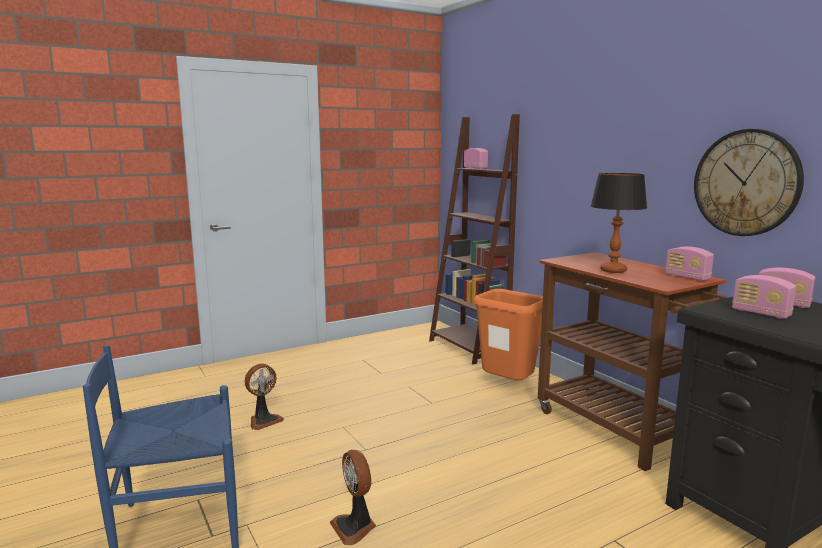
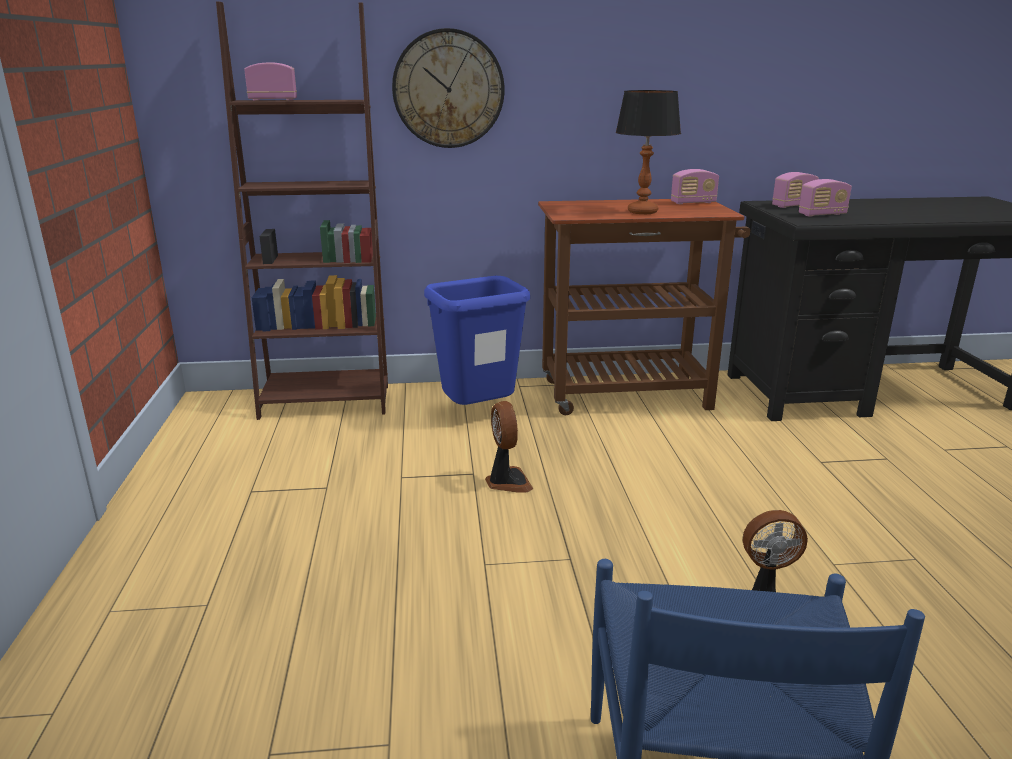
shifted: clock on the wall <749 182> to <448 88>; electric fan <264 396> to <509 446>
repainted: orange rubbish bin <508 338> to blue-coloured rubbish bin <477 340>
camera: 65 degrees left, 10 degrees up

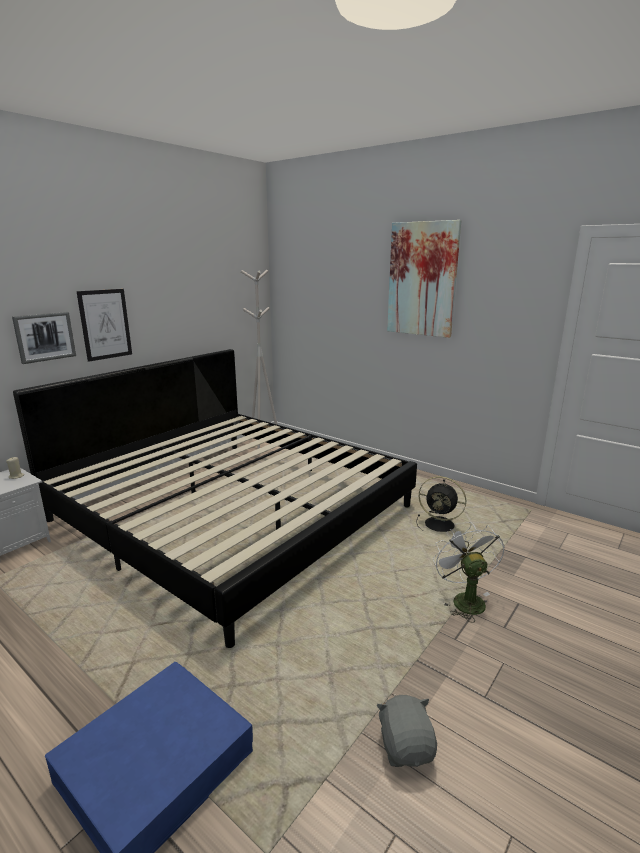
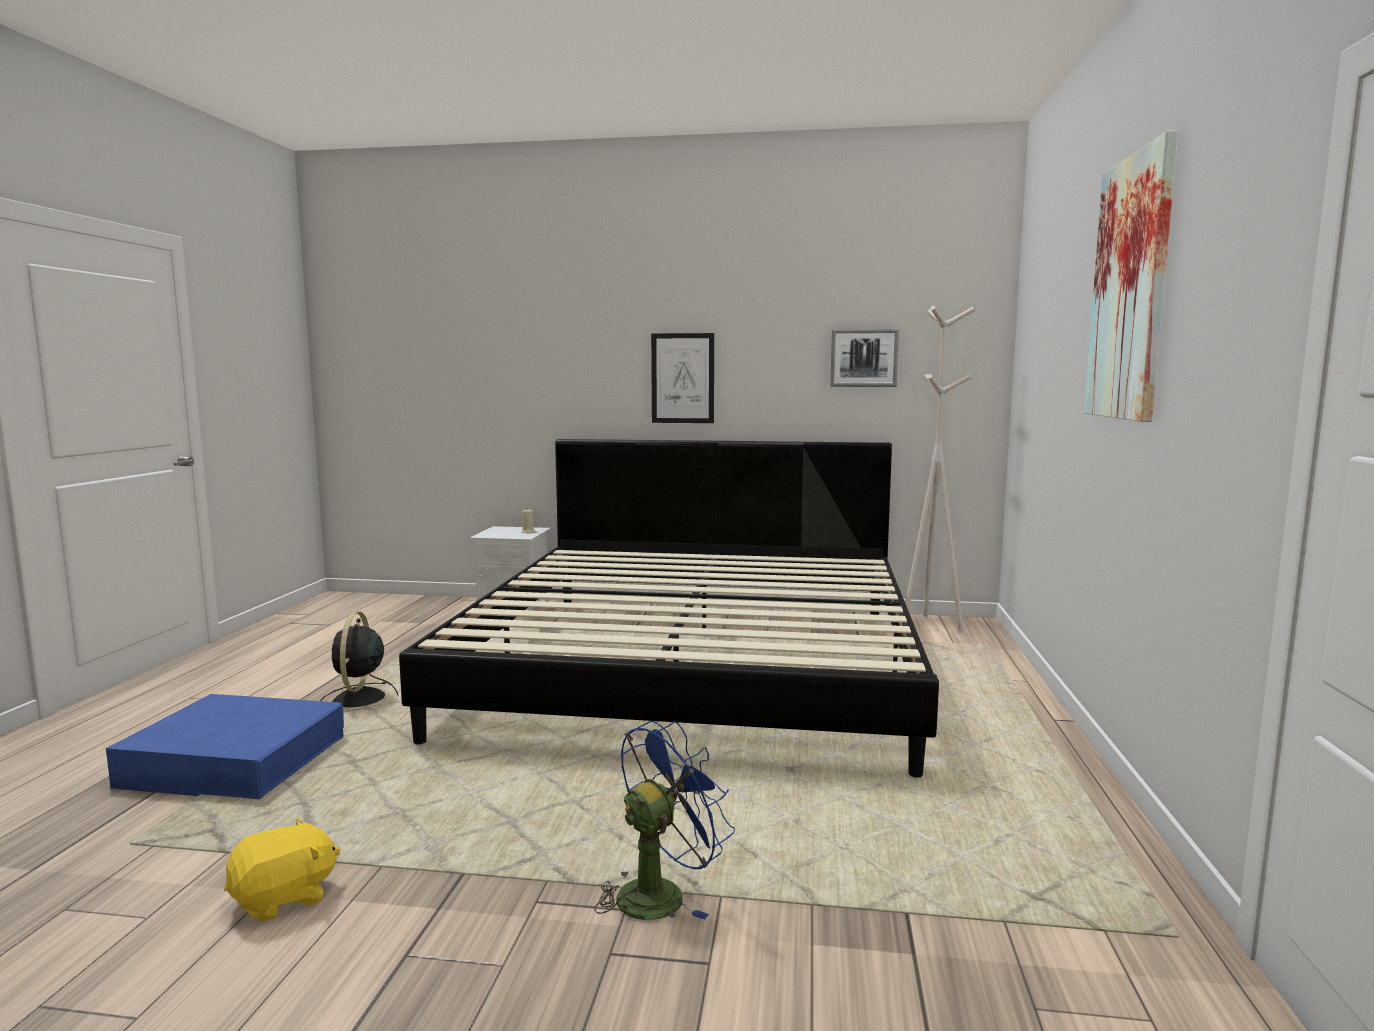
shifted: black electric fan <441 504> to <359 659>; wall art <44 338> to <864 358>
repainted: grey cuddly toy <406 731> to yellowish cuddly toy <282 870>; white electric fan <468 572> to blue-coloured electric fan <664 820>
camera: 60 degrees right, 10 degrees down

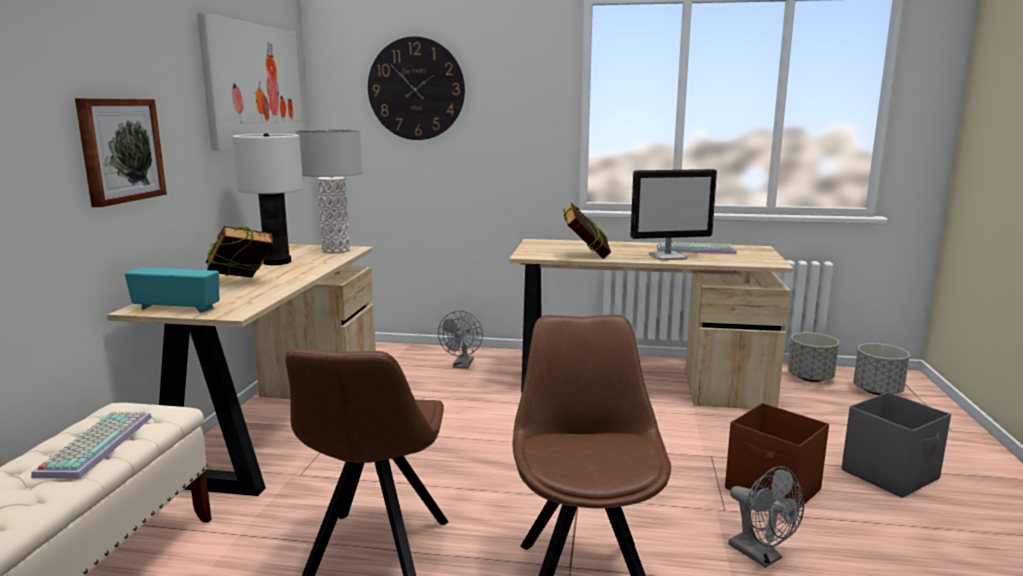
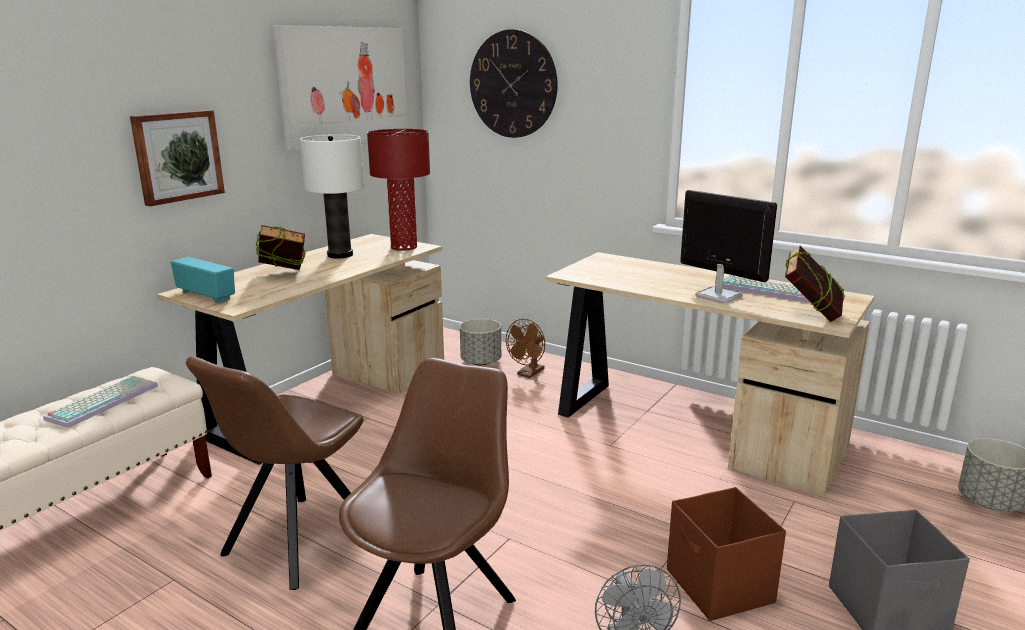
shifted: grey flower pot <813 357> to <480 342>; book <587 231> to <815 284>
repainted: white table lamp <329 191> to red table lamp <398 190>; grey electric fan <460 340> to brown electric fan <525 348>
rotated: monitor <673 214> = <728 246> 150 degrees counterclockwise
camera: 25 degrees right, 5 degrees up

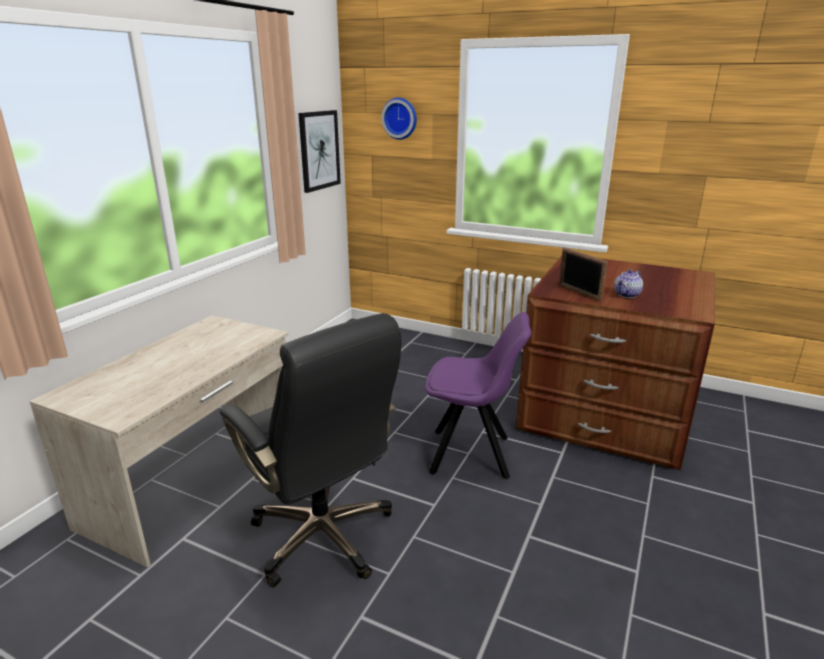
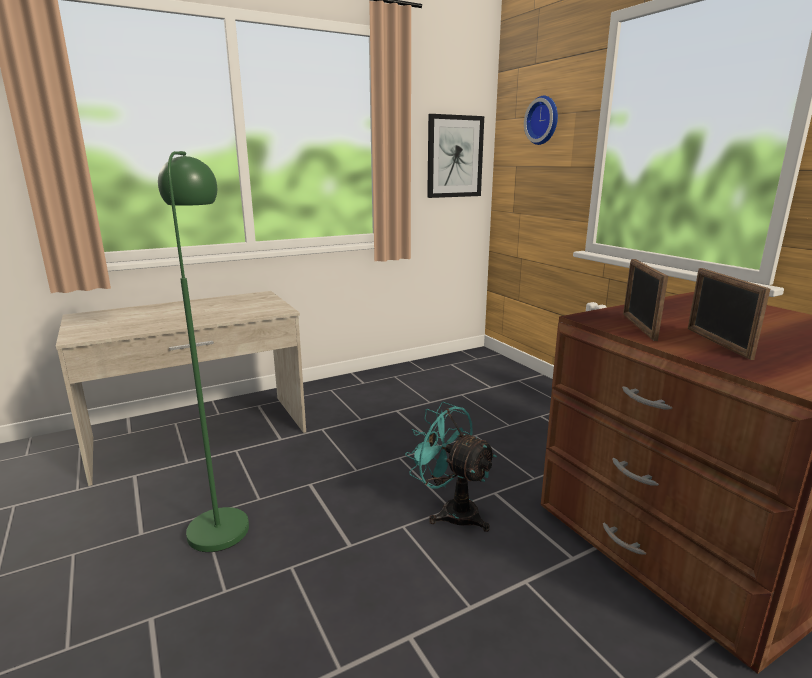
swapped: black office chair <311 450> to green standing lamp <203 351>; purplish upright chair <478 395> to blue-green electric fan <451 467>; teapot <628 284> to standing frame <729 314>
camera: 35 degrees right, 5 degrees down

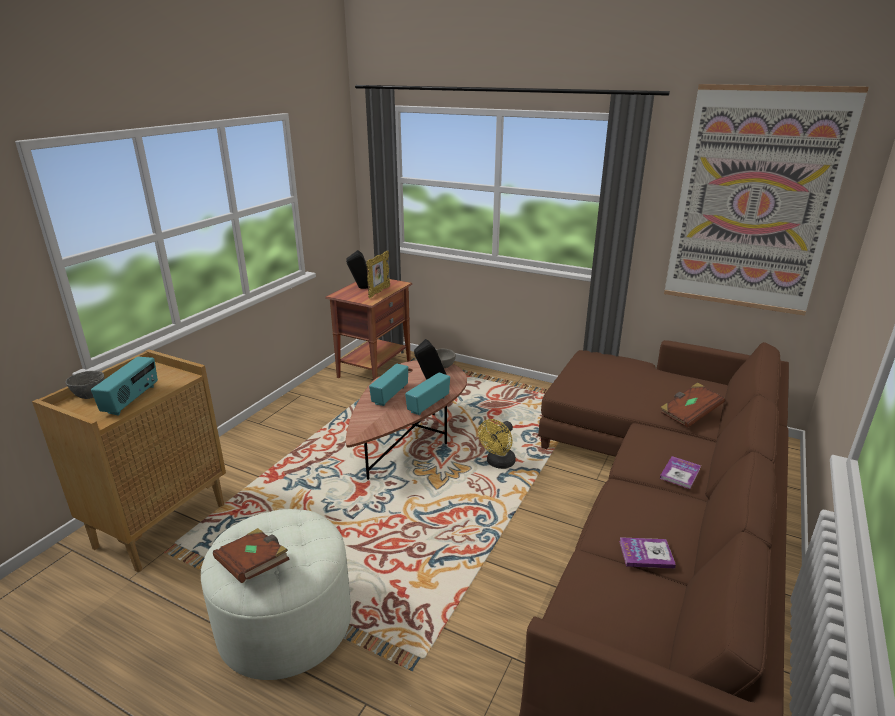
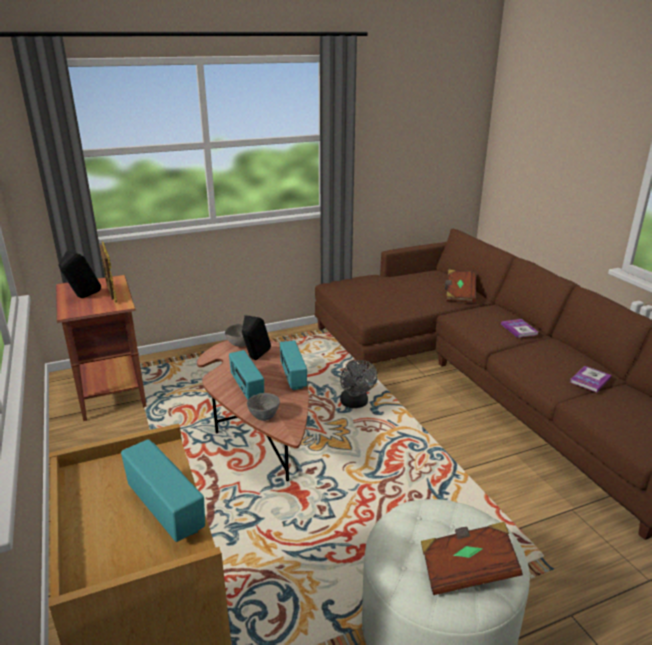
gone: wall art <766 200>
shifted: grey serving bowl <85 385> to <263 407>
repainted: yellowish electric fan <497 444> to grey electric fan <358 384>
camera: 50 degrees left, 0 degrees up

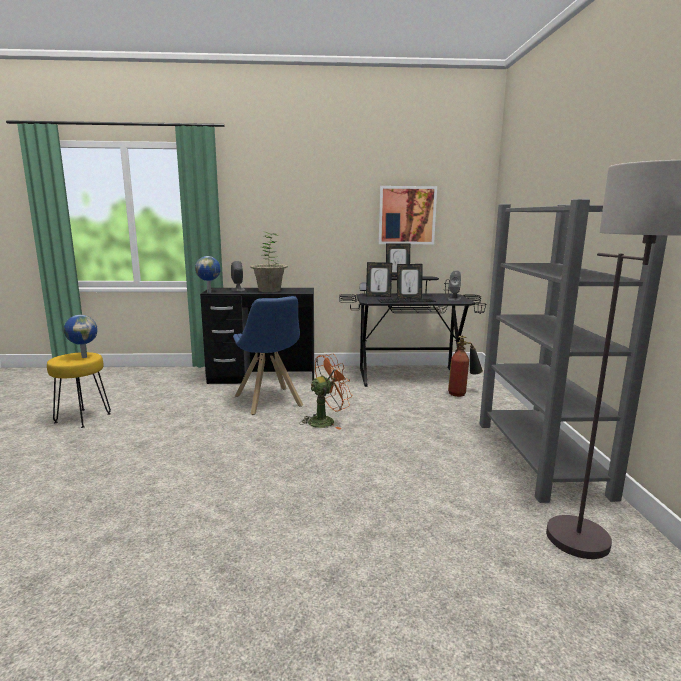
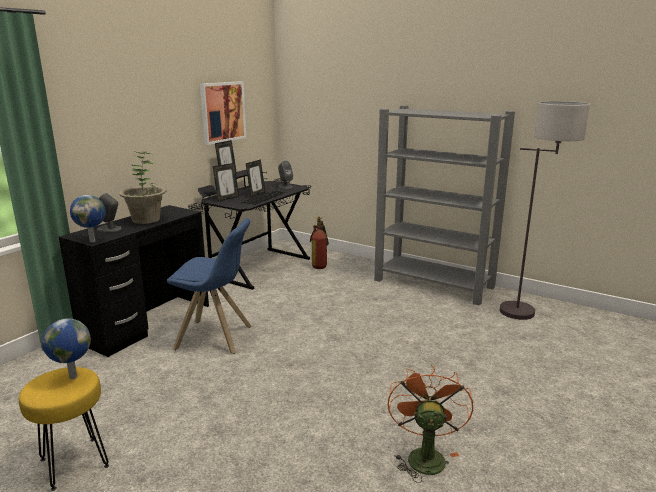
shifted: orange electric fan <325 392> to <430 424>
camera: 55 degrees left, 5 degrees up

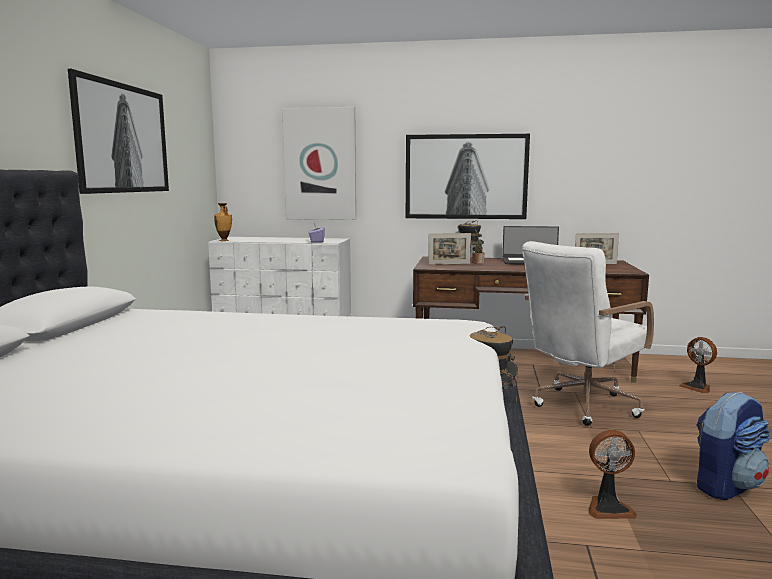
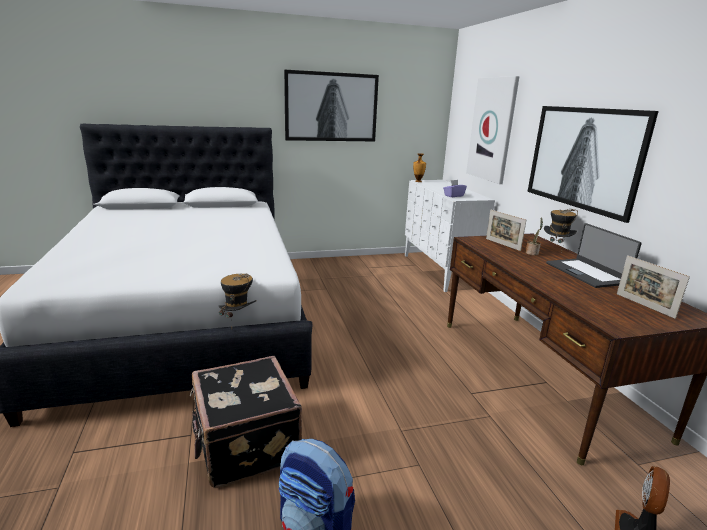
gone: white office chair <588 333>
swapped: electric fan <612 474> to black travel case <246 422>
camera: 65 degrees right, 10 degrees up

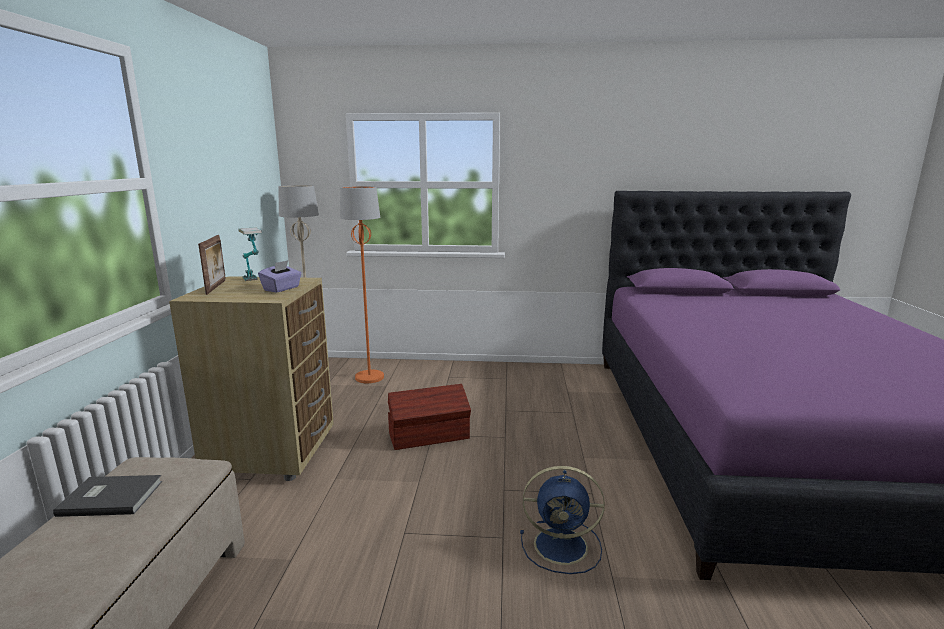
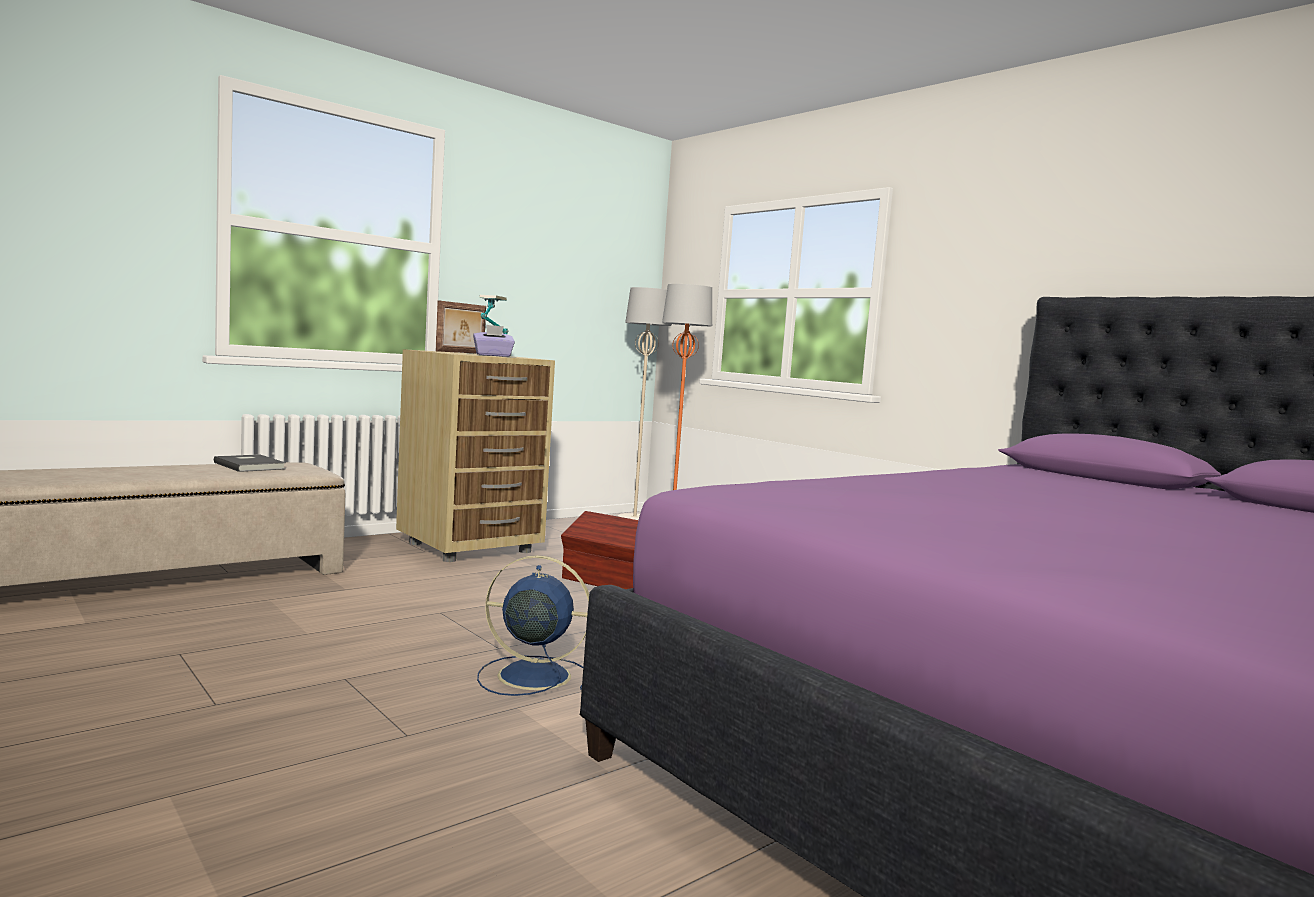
rotated: blue-coloured electric fan <562 520> = <533 625> 135 degrees clockwise
camera: 45 degrees right, 10 degrees down

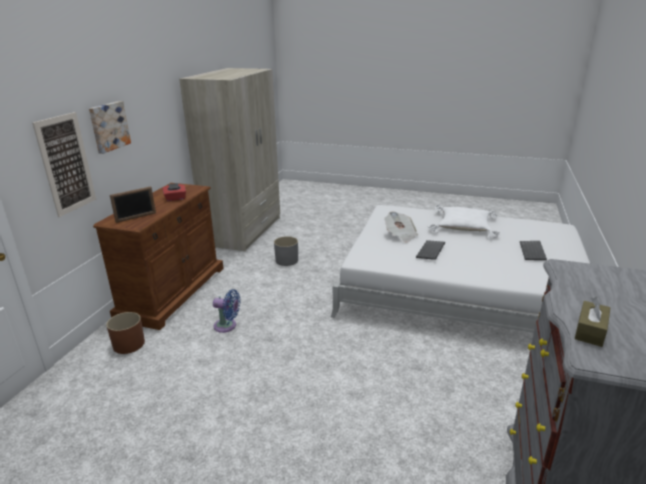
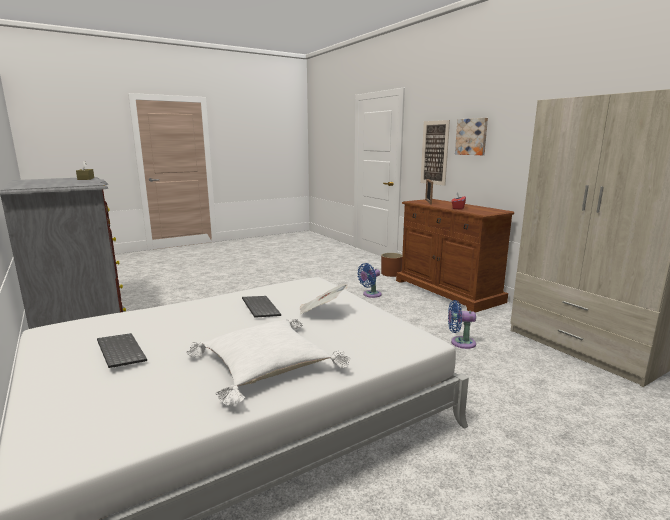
swapped: grey flower pot <286 251> to blue-coloured electric fan <462 324>
camera: 130 degrees right, 10 degrees down

